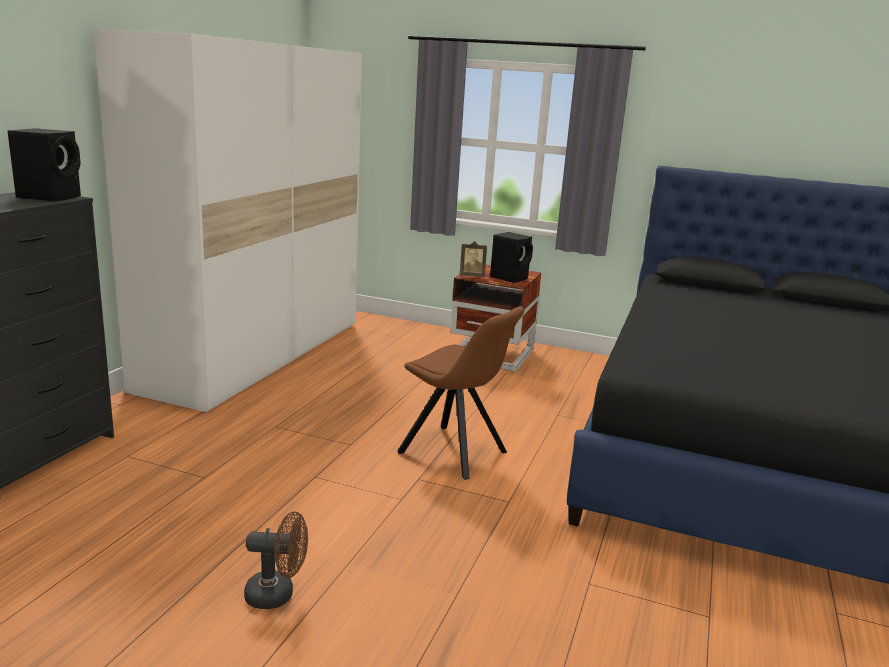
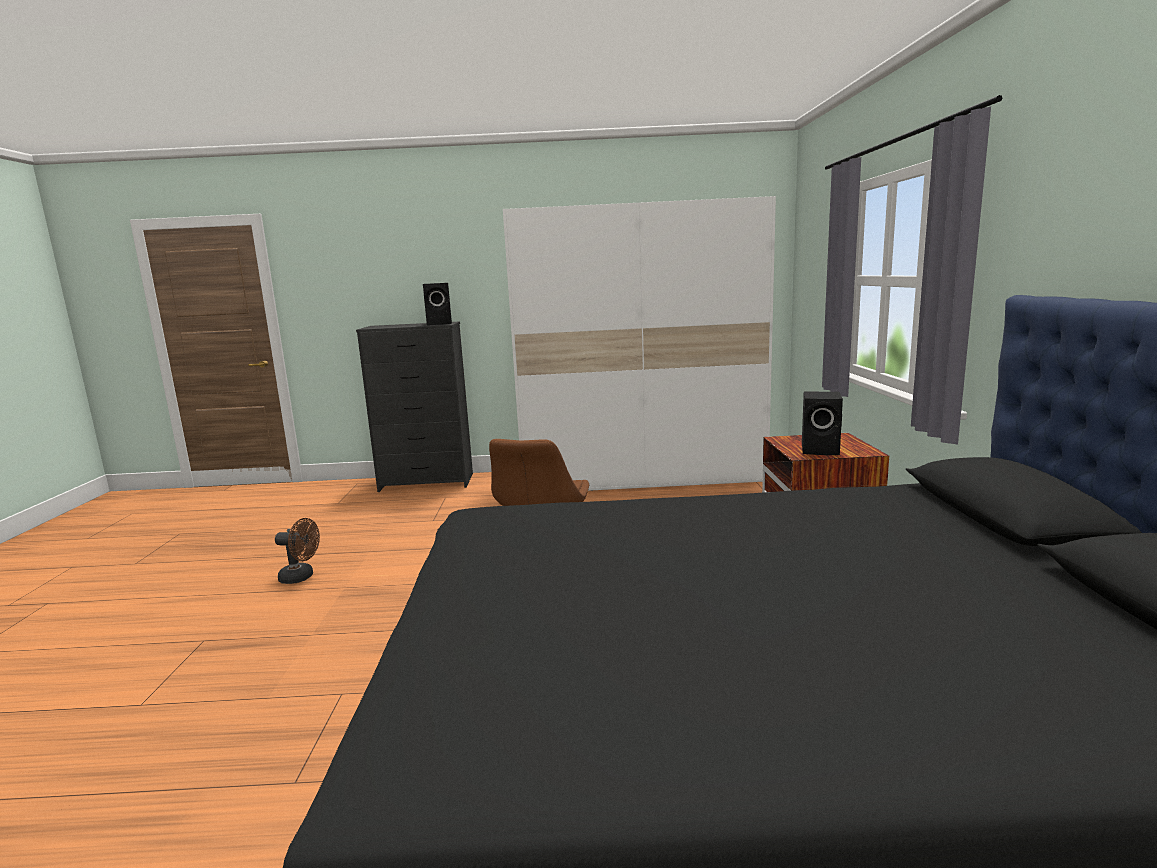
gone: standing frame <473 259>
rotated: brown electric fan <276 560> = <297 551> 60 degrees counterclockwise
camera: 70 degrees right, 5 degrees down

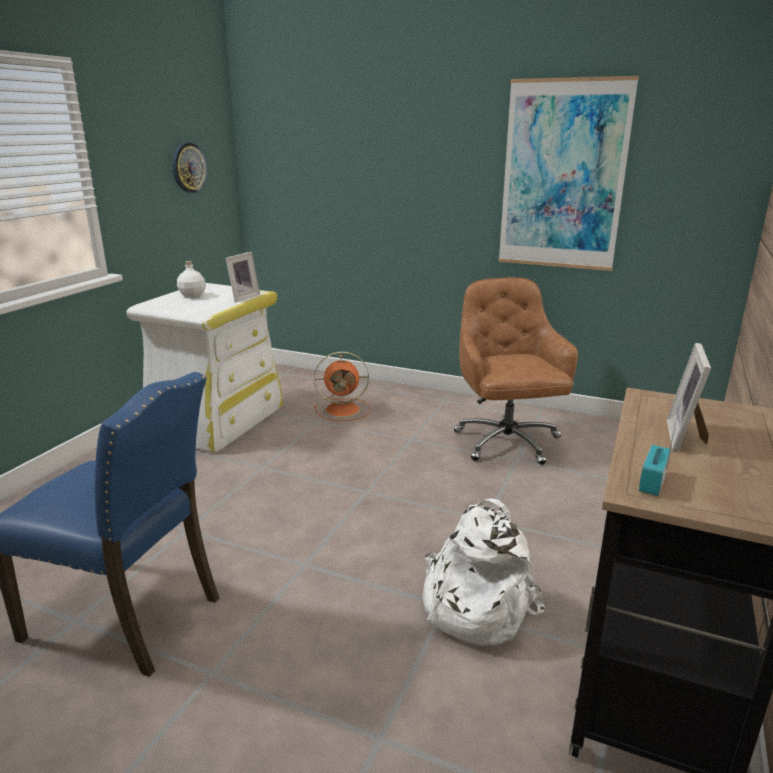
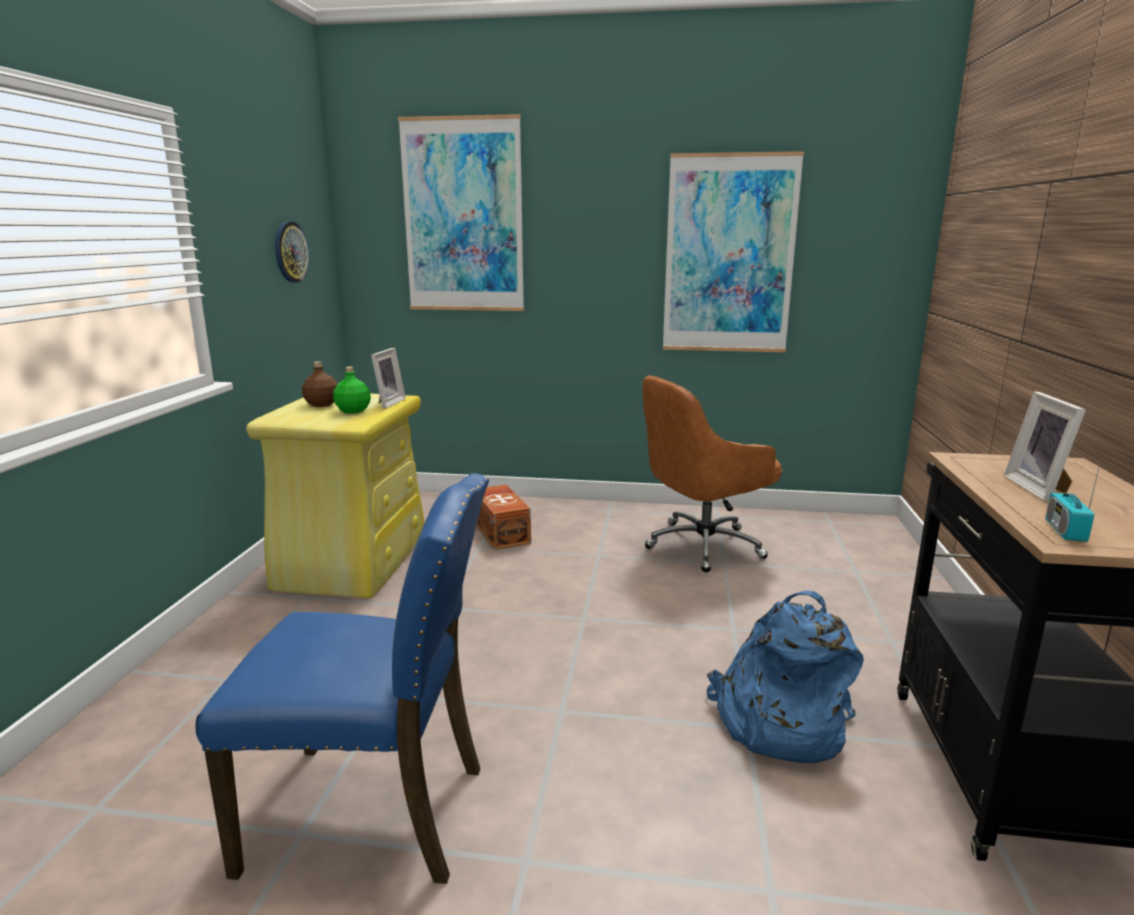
new: green bottle <352 390>; wall art <461 212>
swapped: orange electric fan <342 386> to brown storage container <503 517>
repainted: white night table <204 367> to yellowish night table <335 495>; white bottle <191 279> to brown bottle <320 384>; white rucksack <484 572> to blue-coloured rucksack <785 677>
rotated: brown office chair <516 371> = <712 473> 90 degrees counterclockwise
camera: 15 degrees left, 5 degrees down

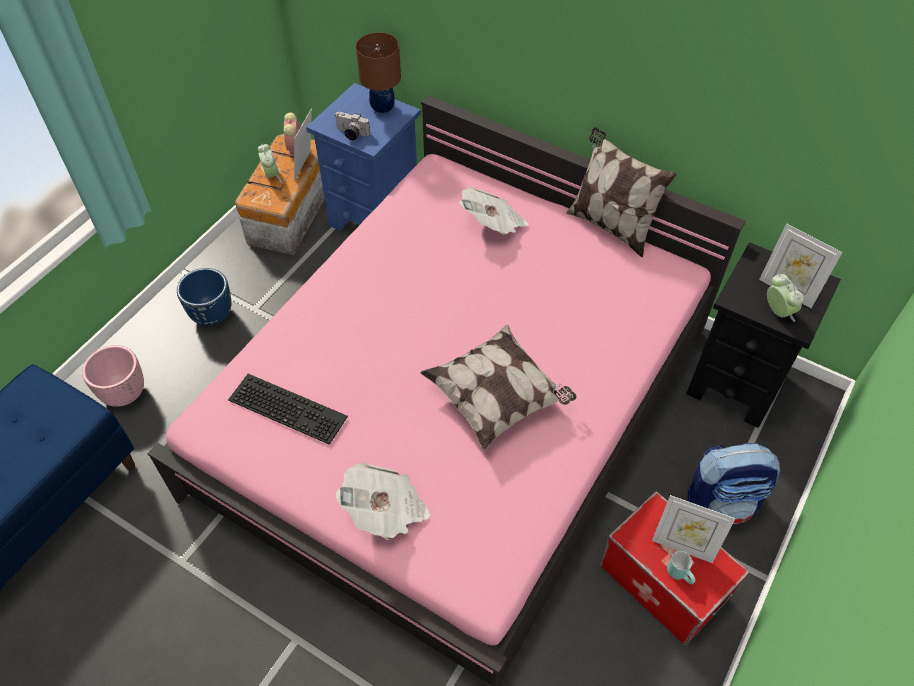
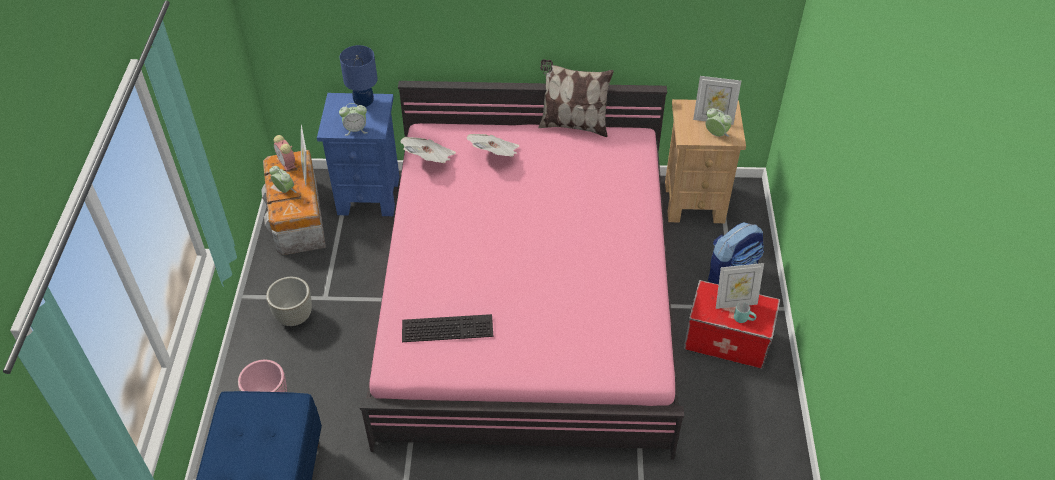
gone: throw pillow <498 387>
shifted: printed paper <382 501> to <428 150>
swapped: photo camera <352 126> to bedside clock <353 119>
repainted: blue-coloured flower pot <204 297> to grey flower pot <289 301>; brown table lamp <378 72> to blue-coloured table lamp <359 76>; black night table <763 335> to beige-coloured night table <705 161>
camera: 30 degrees left, 5 degrees down

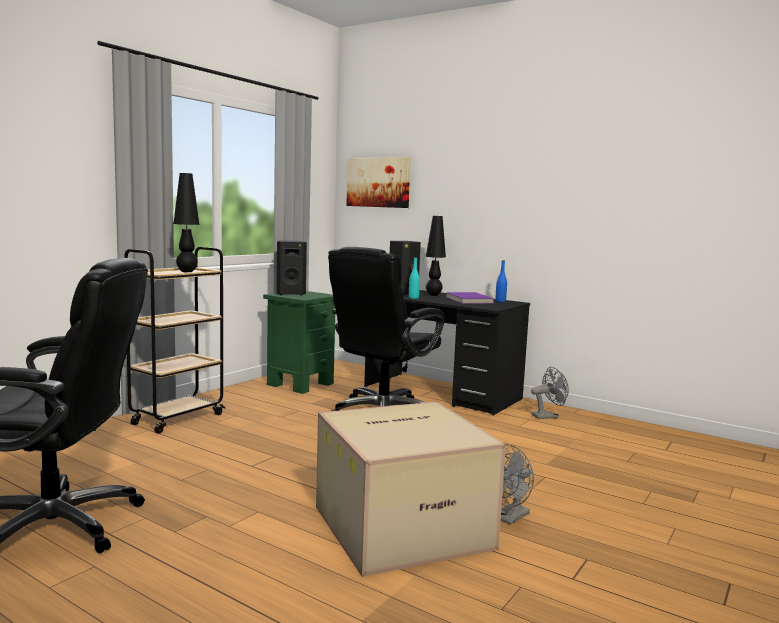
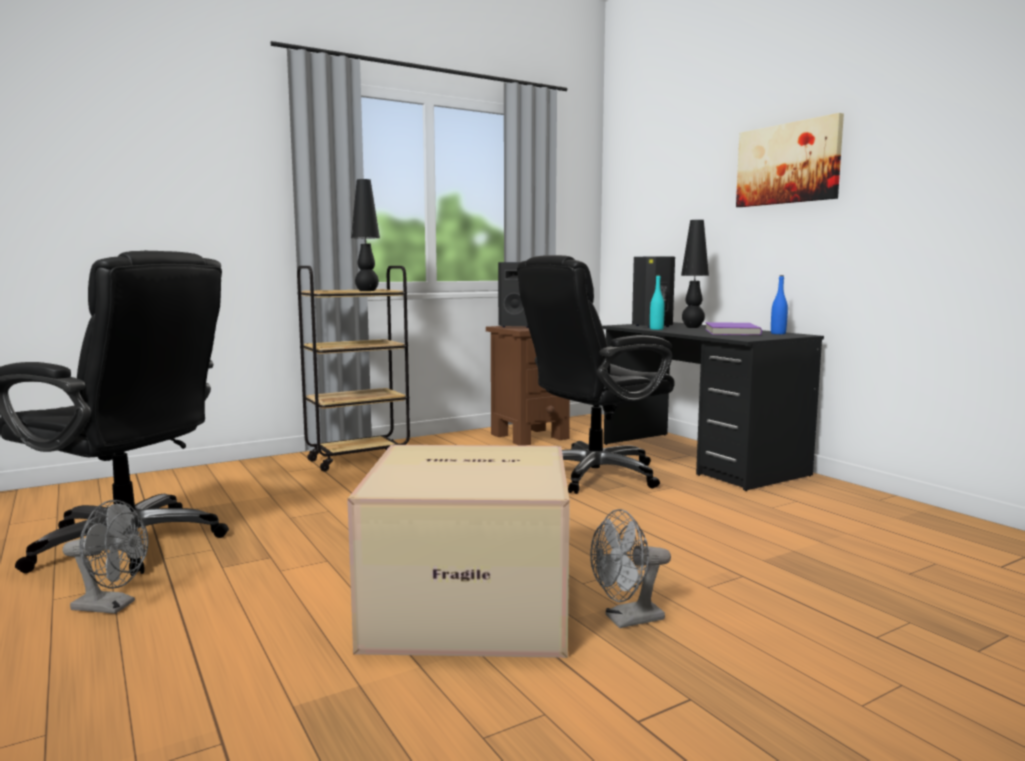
shifted: grey electric fan <550 393> to <105 557>; wall art <378 182> to <790 160>
repainted: green night table <299 342> to brown night table <528 386>
camera: 25 degrees right, 0 degrees up

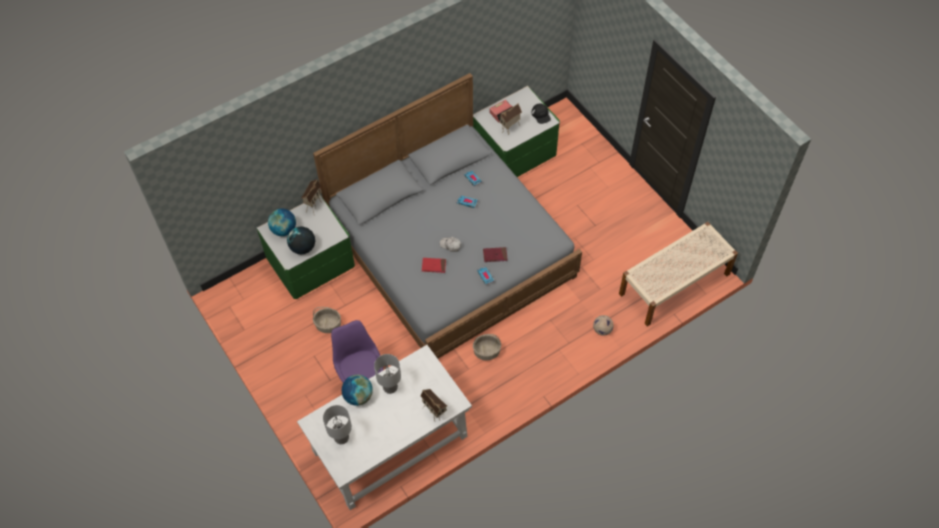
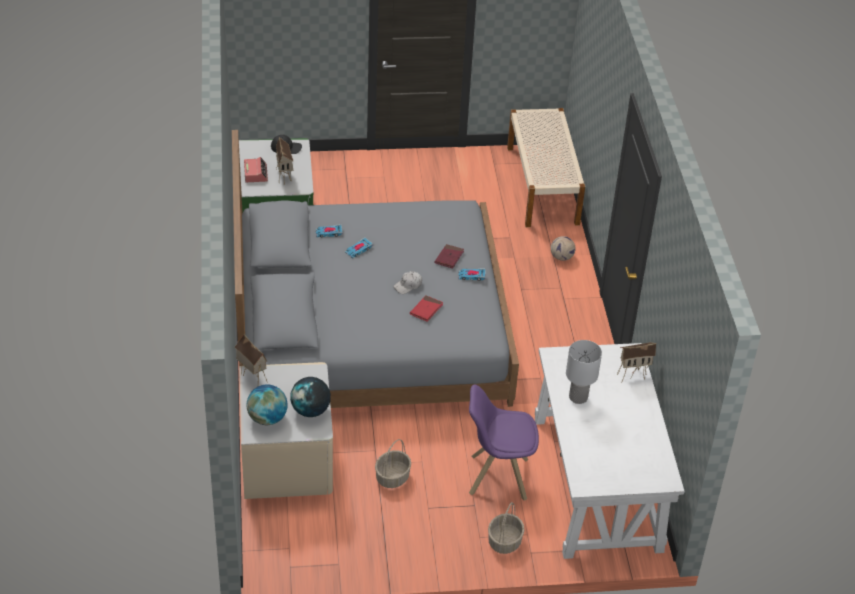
gone: grey table lamp <337 424>; globe <357 390>
shifted: household basket <487 347> to <506 528>
repainted: green night table <306 247> to beige-coloured night table <286 430>
camera: 65 degrees left, 15 degrees down

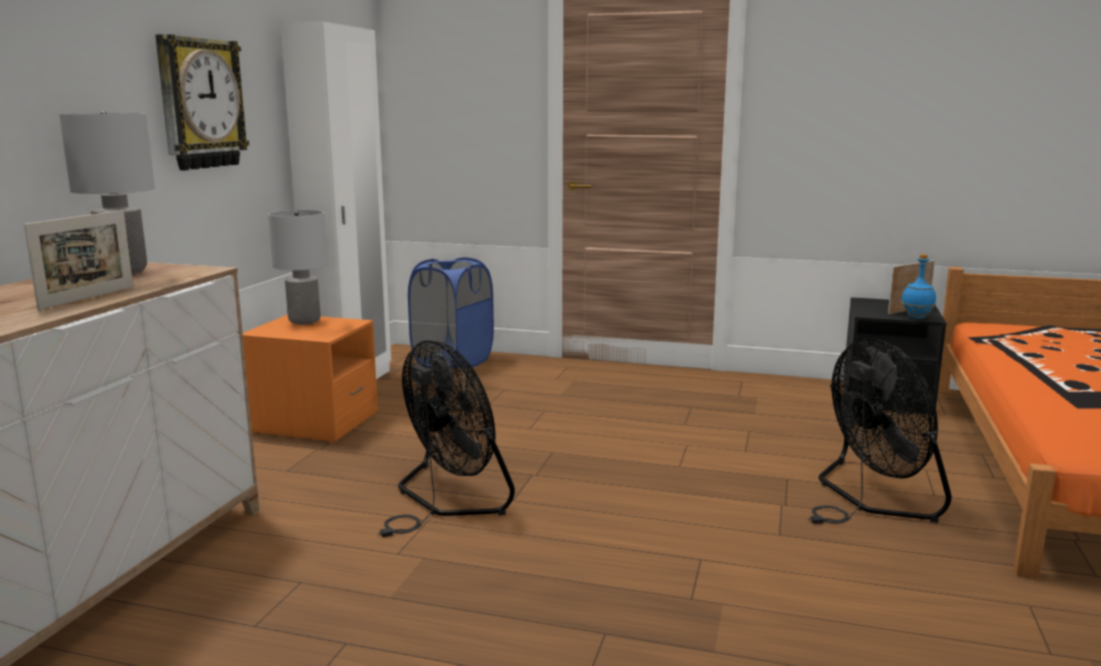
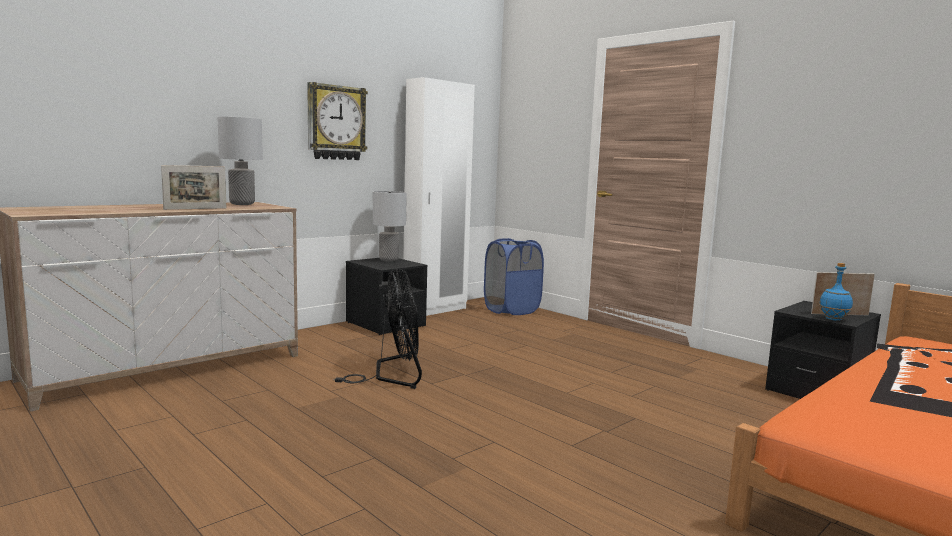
gone: black electric fan <880 431>
repainted: orange night table <310 379> to black night table <387 296>
camera: 30 degrees right, 5 degrees down

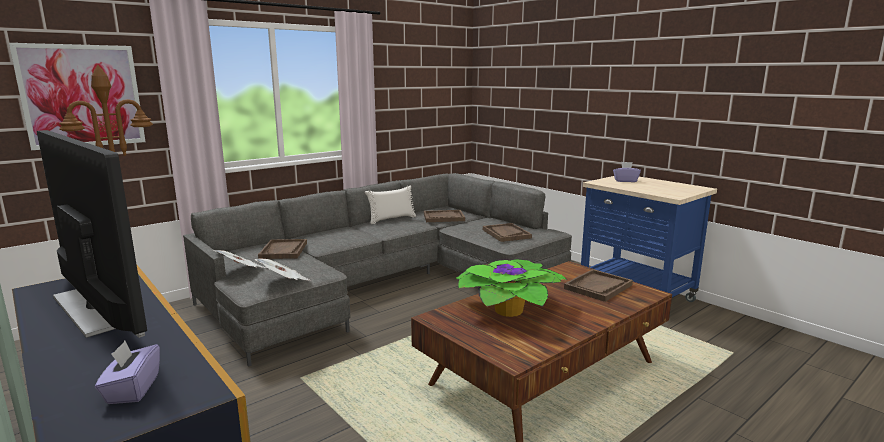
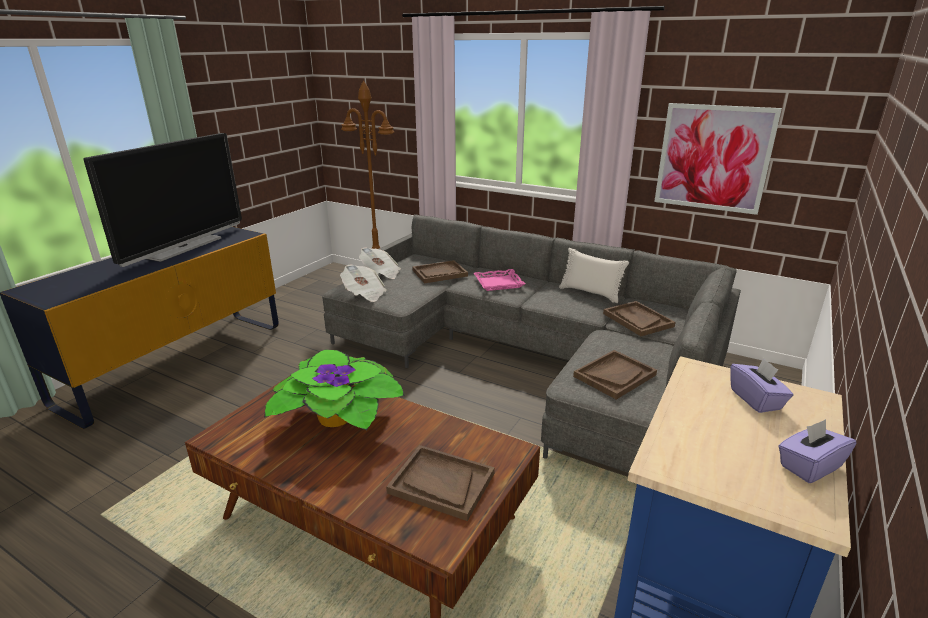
new: pinkish serving tray <499 280>
shifted: wall art <77 96> to <718 159>; purplish tissue holder <127 372> to <817 451>
camera: 70 degrees right, 10 degrees up

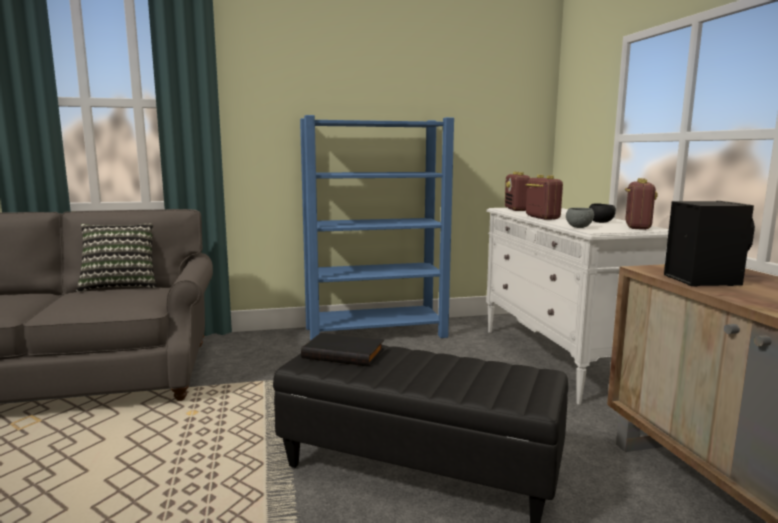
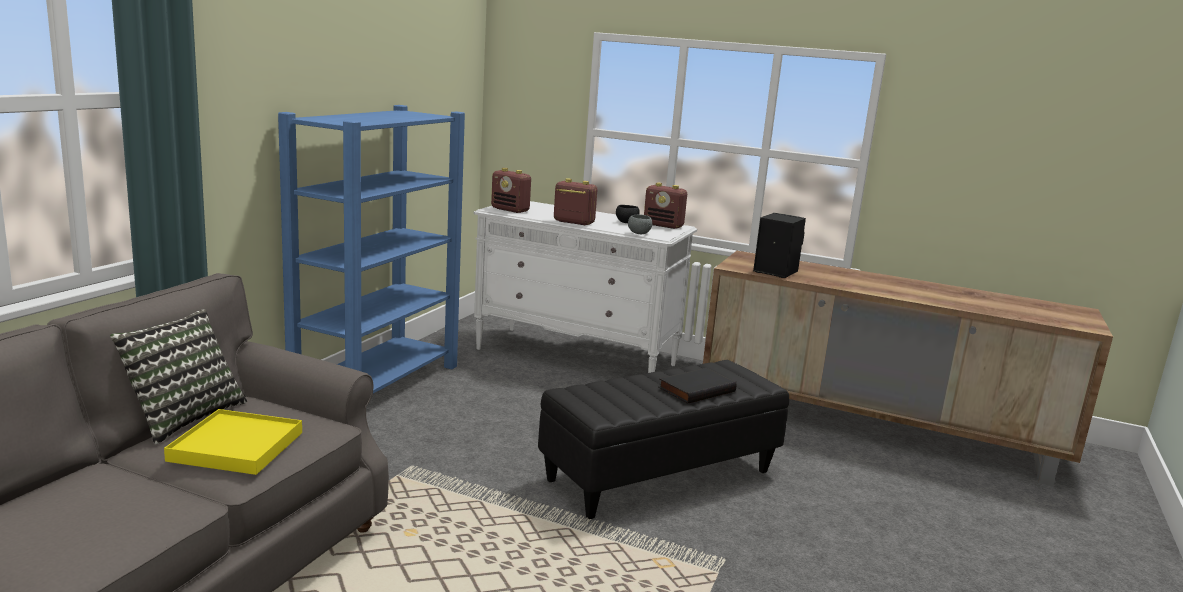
new: yellowish serving tray <233 442>
shifted: black book <342 350> to <697 386>
rotated: radio set <641 204> = <665 206> 150 degrees clockwise
camera: 55 degrees left, 5 degrees up

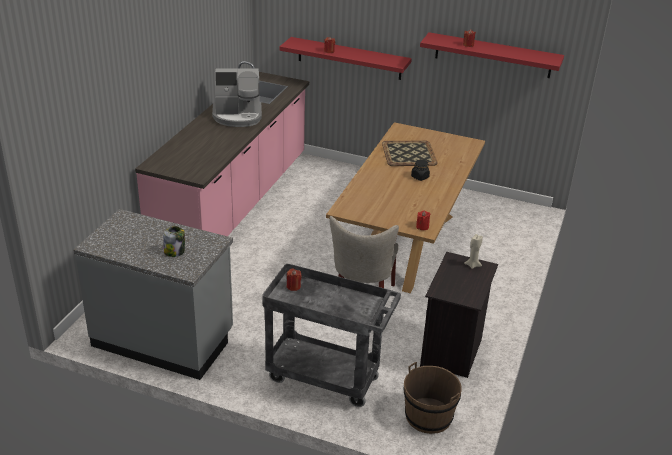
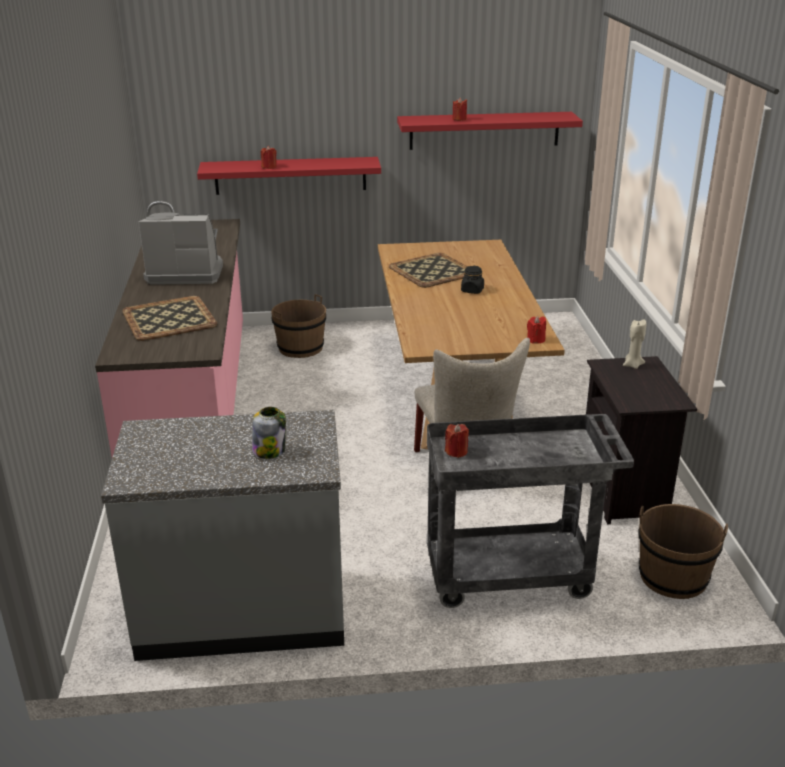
new: serving tray <169 318>; brown bucket <298 326>
rotated: coffee maker <237 97> = <181 248> 150 degrees counterclockwise
camera: 25 degrees left, 5 degrees down

